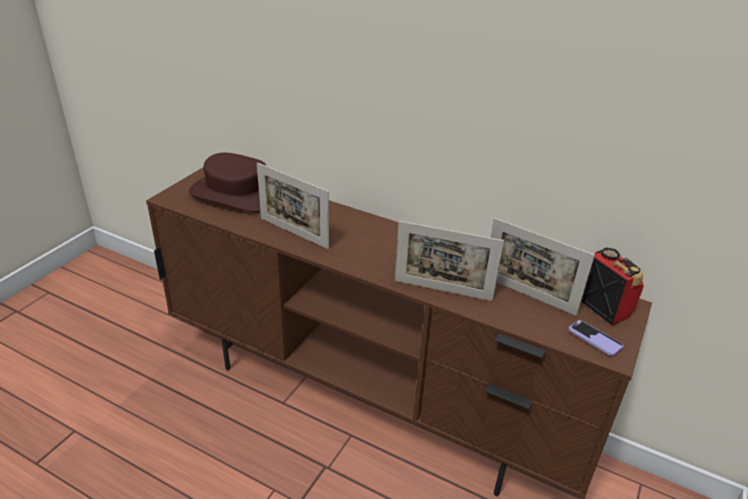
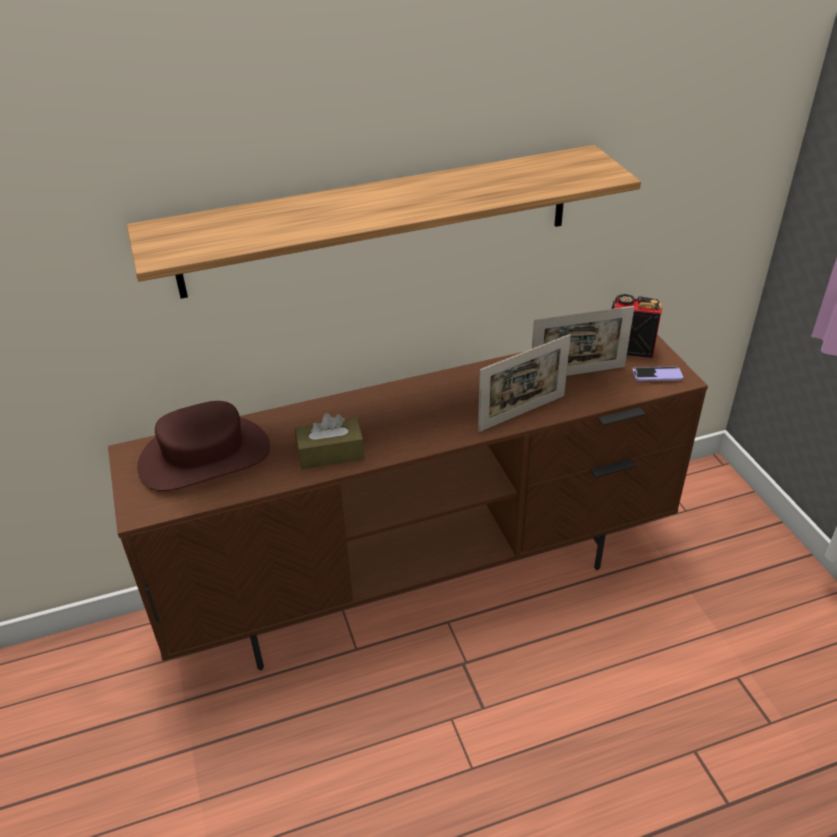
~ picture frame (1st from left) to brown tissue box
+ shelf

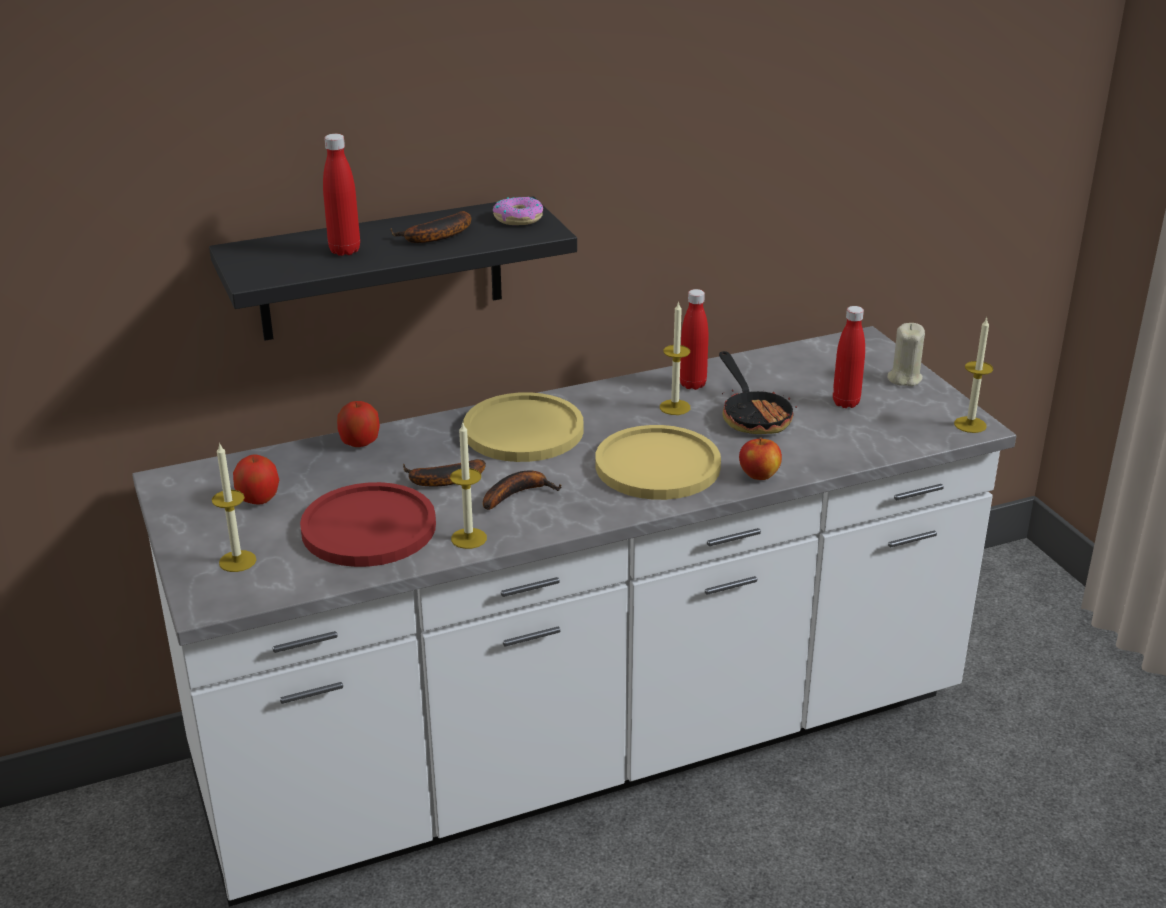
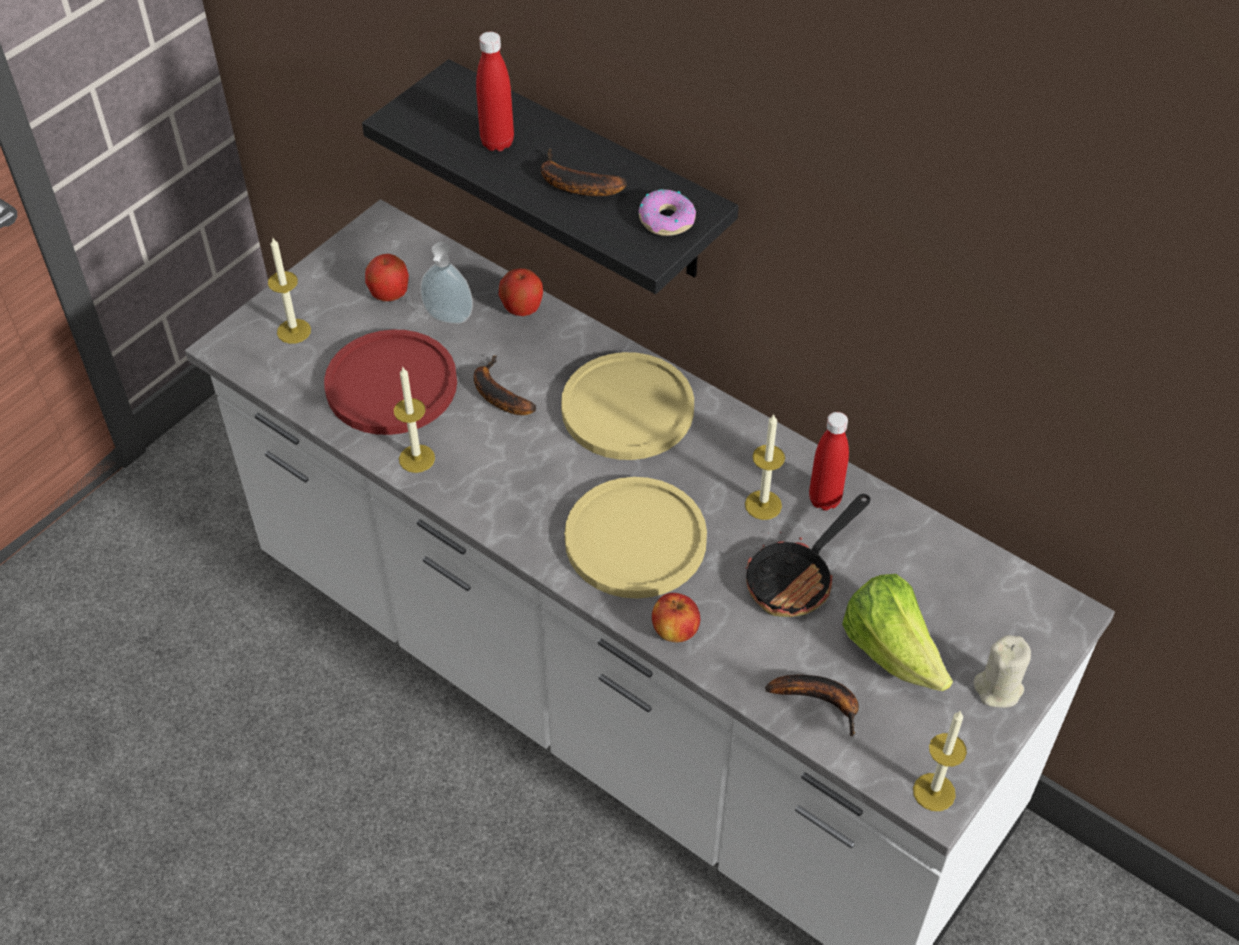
~ red bottle (3rd from left) to lettuce
~ banana (3rd from left)
+ soap dispenser

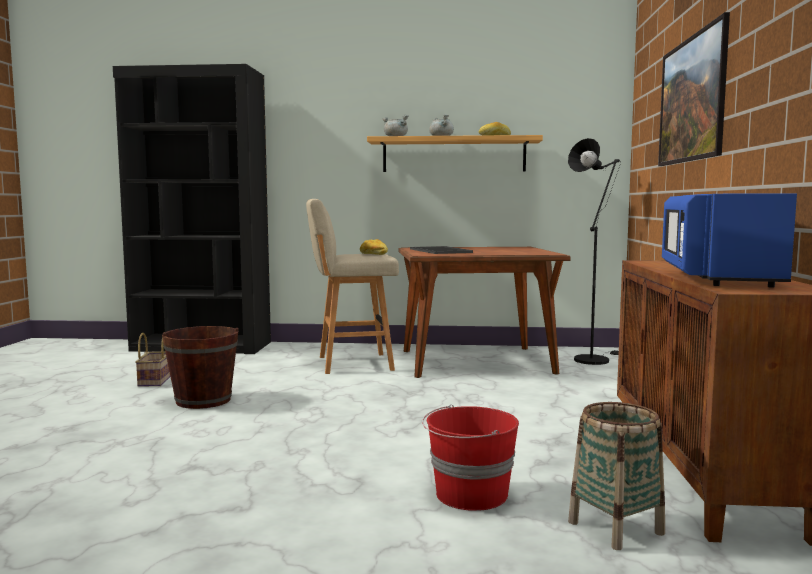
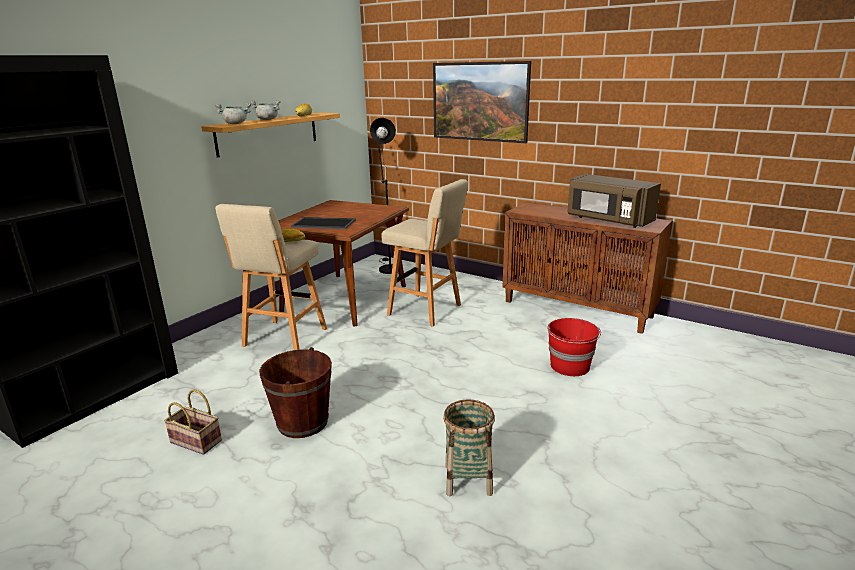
~ blue microwave to brown microwave
~ basket (2nd from left)
+ beige stool (2nd from left)

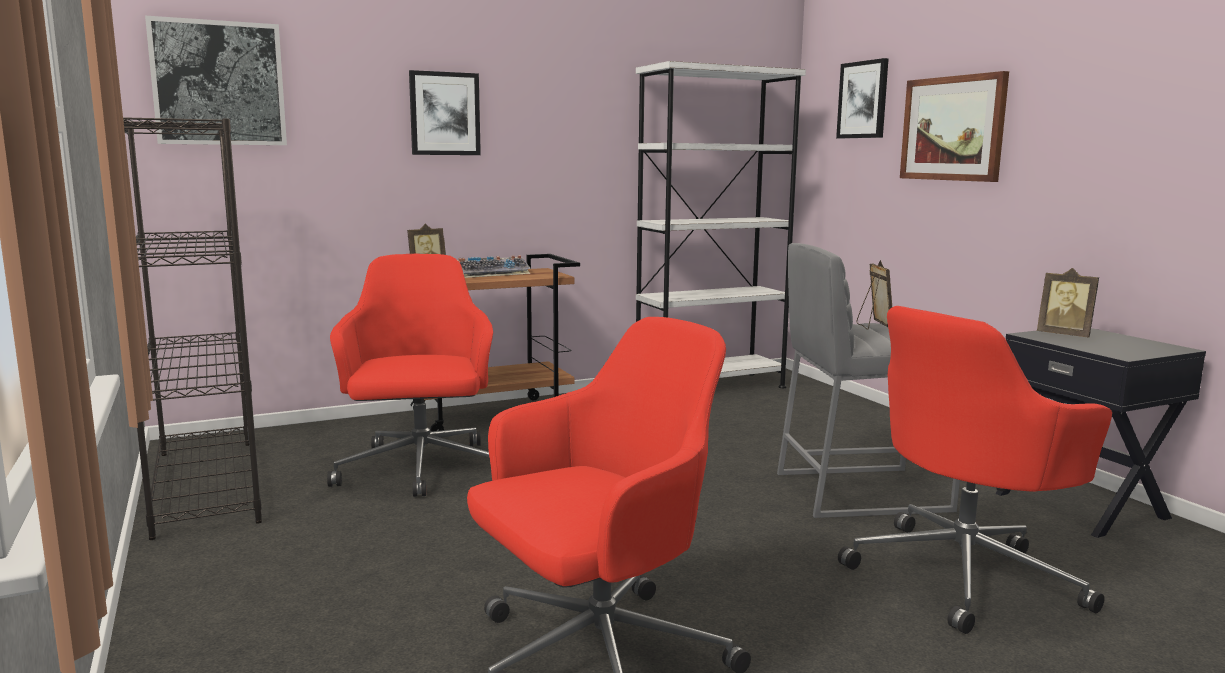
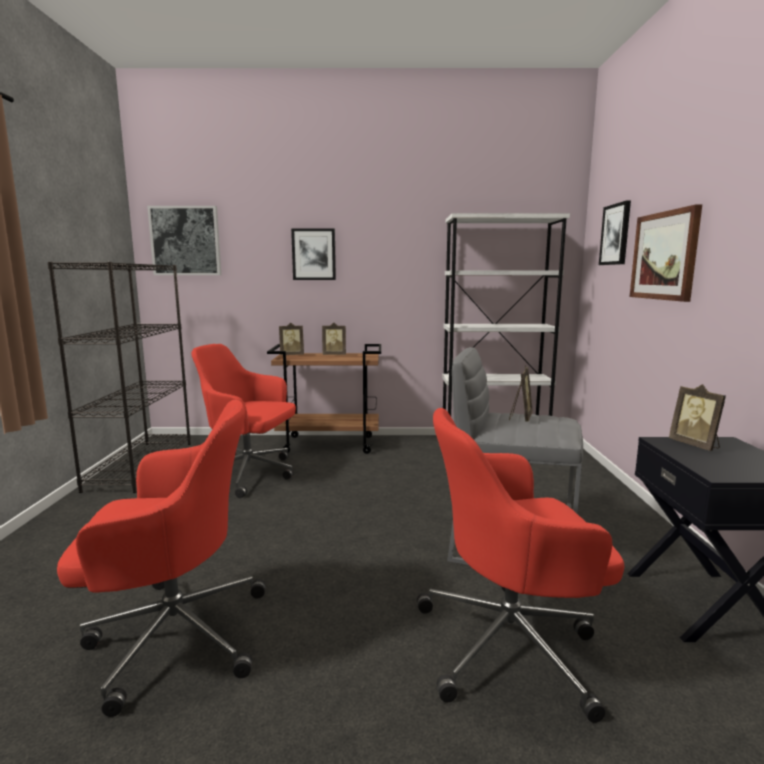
~ red office chair (1st from left in the first image) 90 degrees counterclockwise
~ keyboard to picture frame (2nd from left)

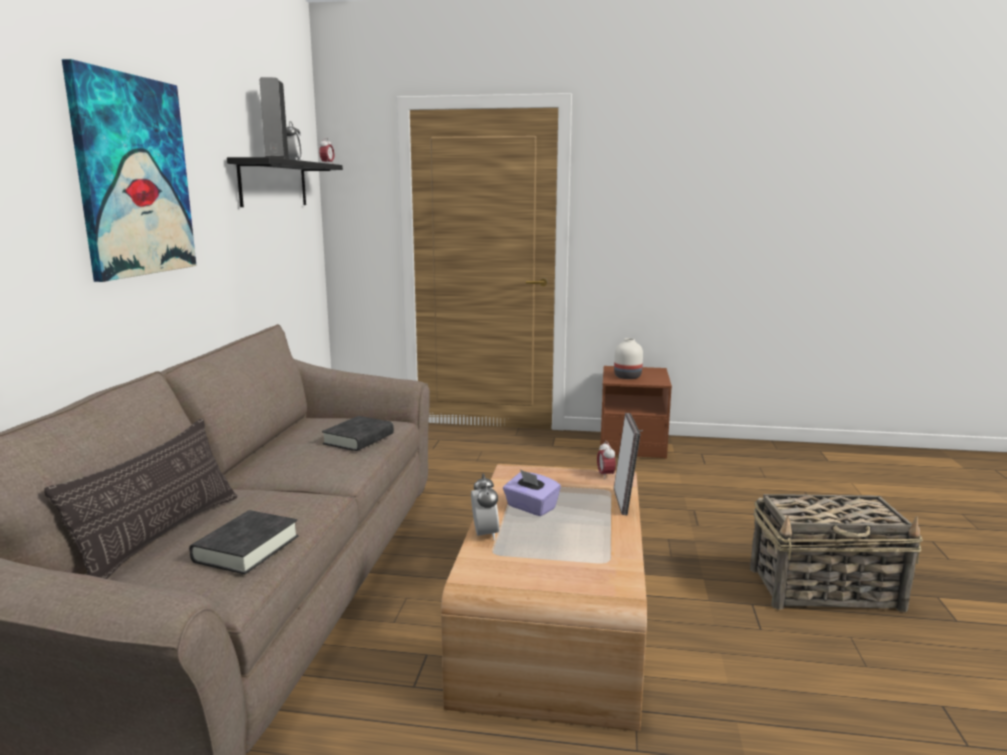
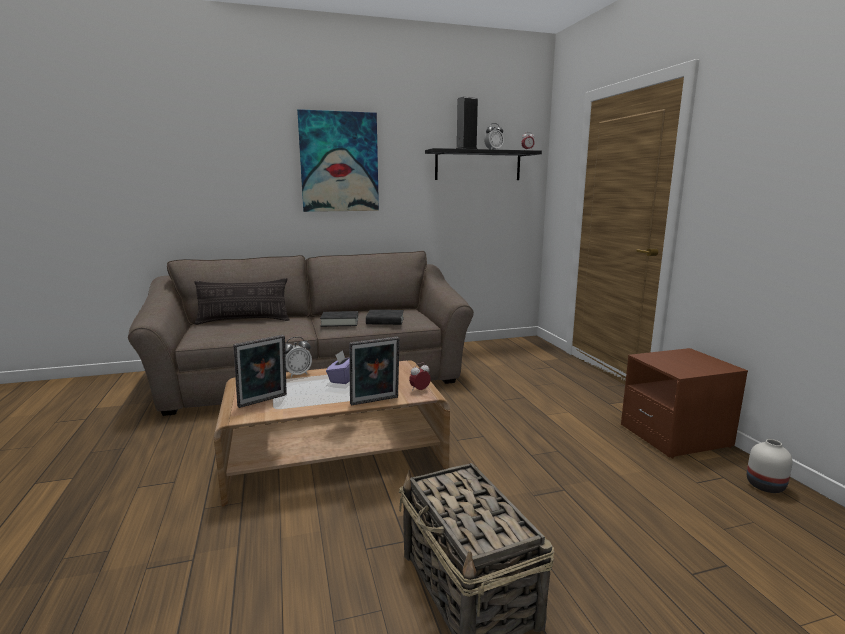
~ white vase
~ black book (1st from left)
+ picture frame (1st from left)

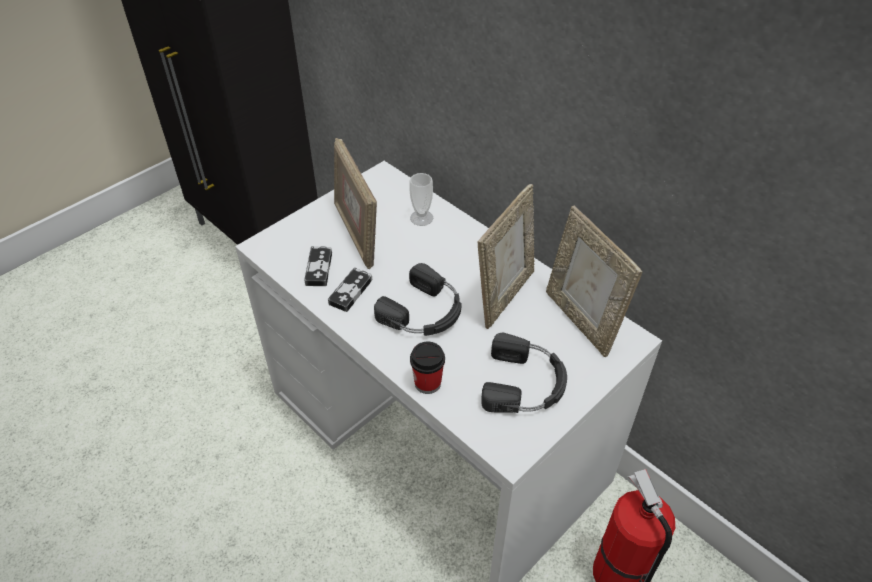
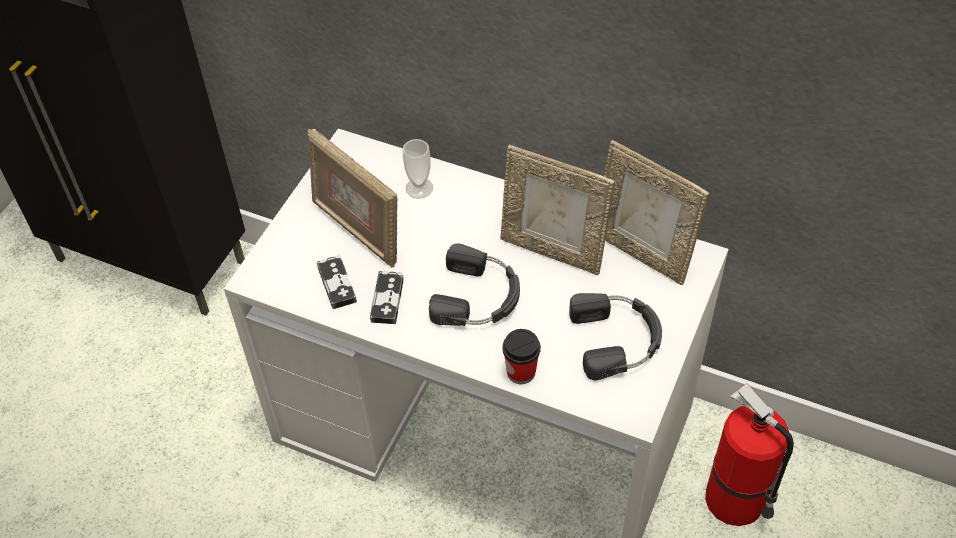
~ picture frame (2nd from left) 105 degrees clockwise

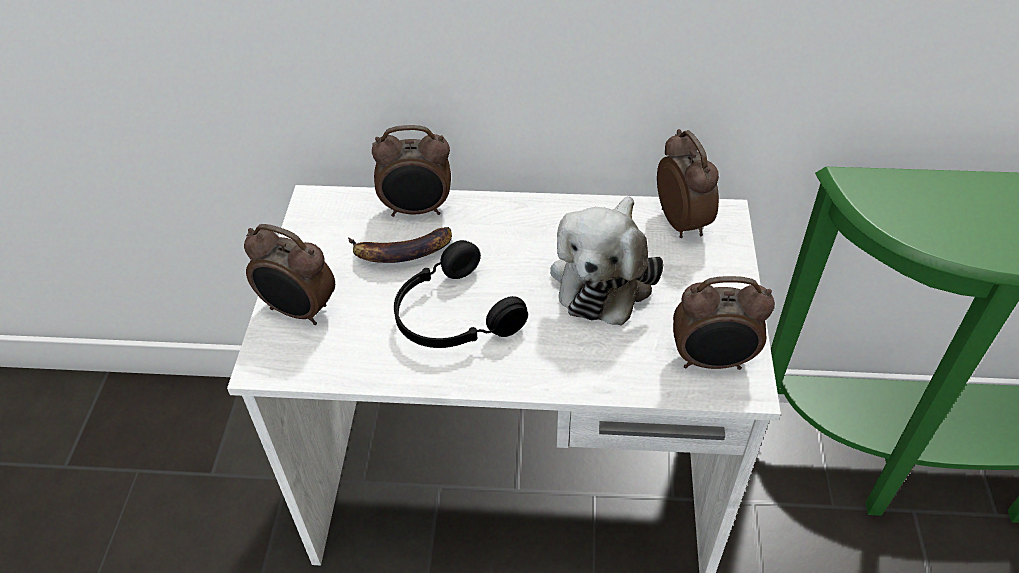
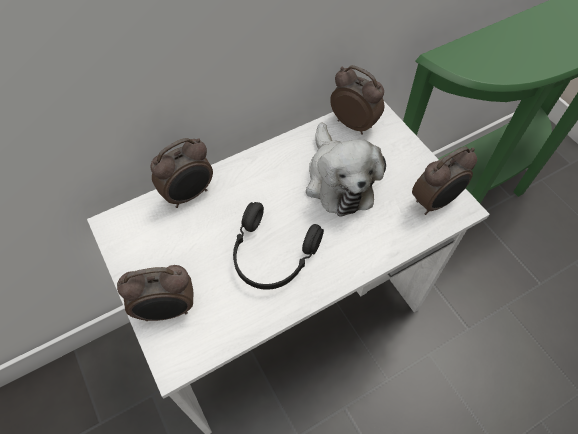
- banana

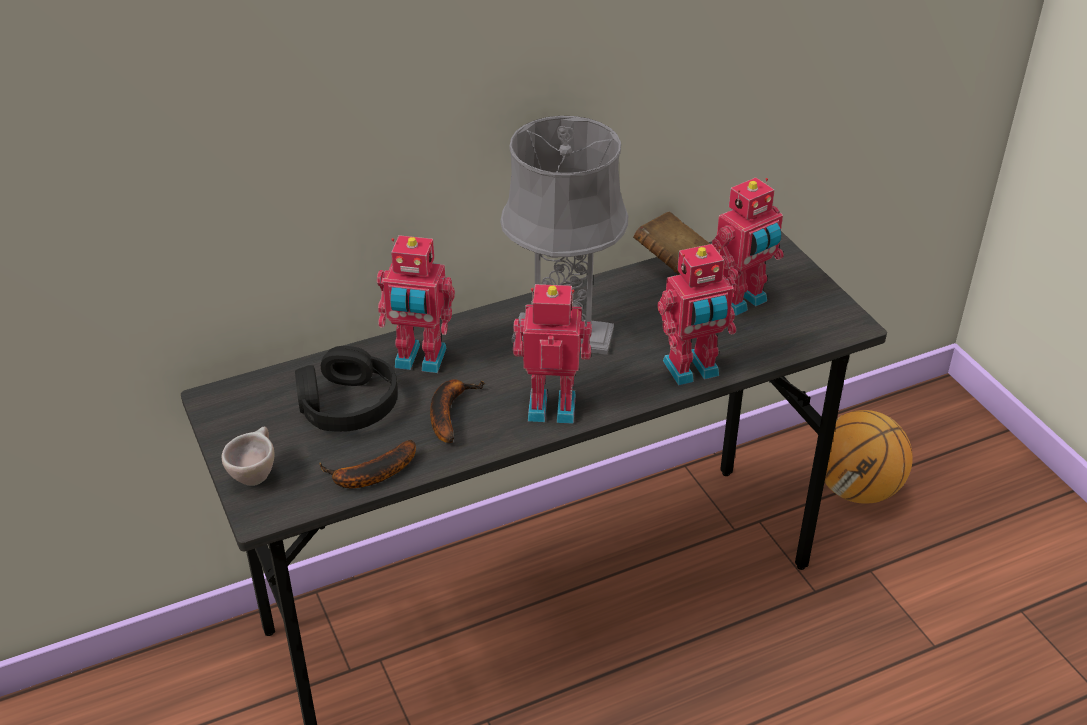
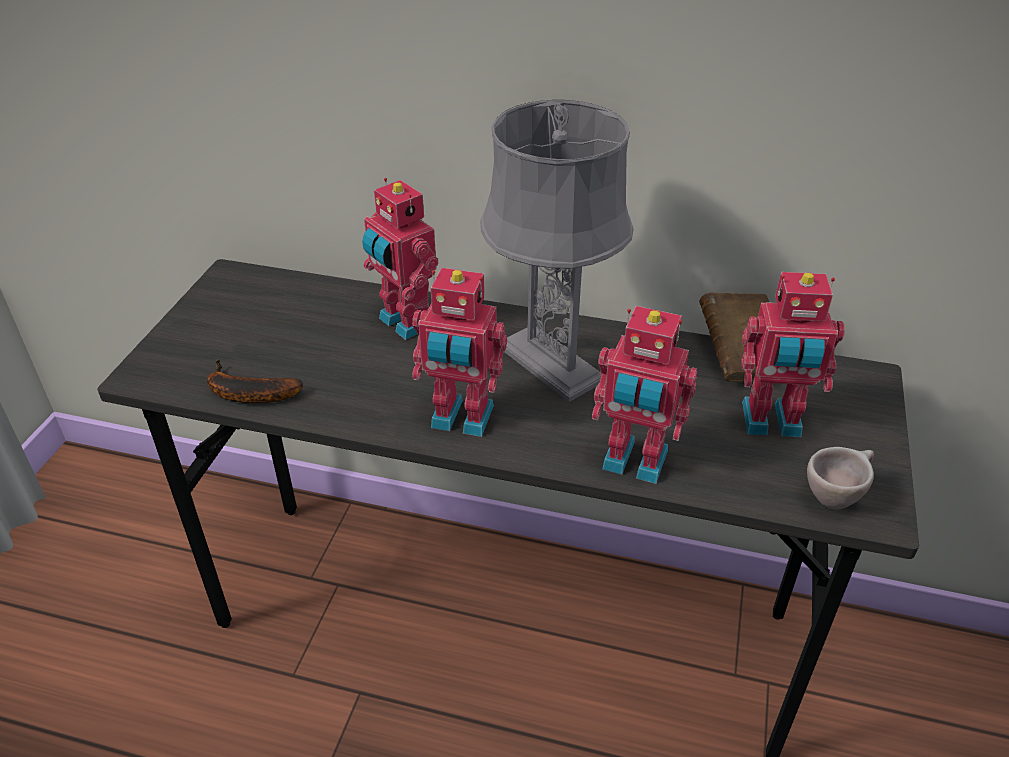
~ toy robot (2nd from left) 150 degrees clockwise
- black headphones
- banana (2nd from left)
- basketball
~ beige cup

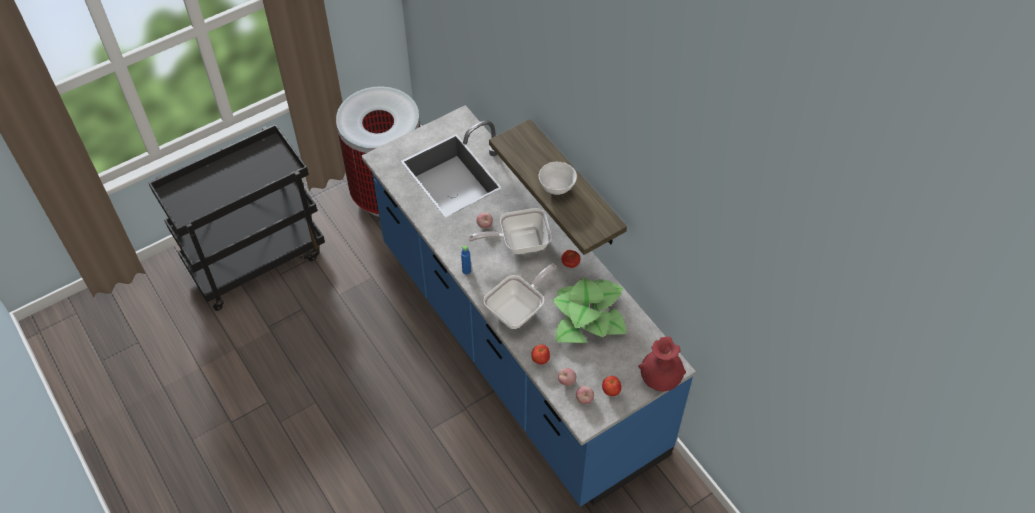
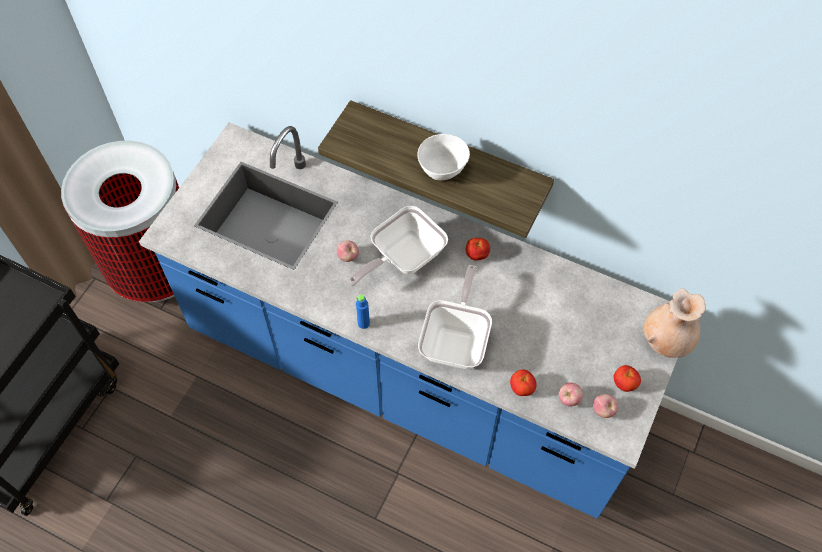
- potted plant
~ red vase to beige vase

